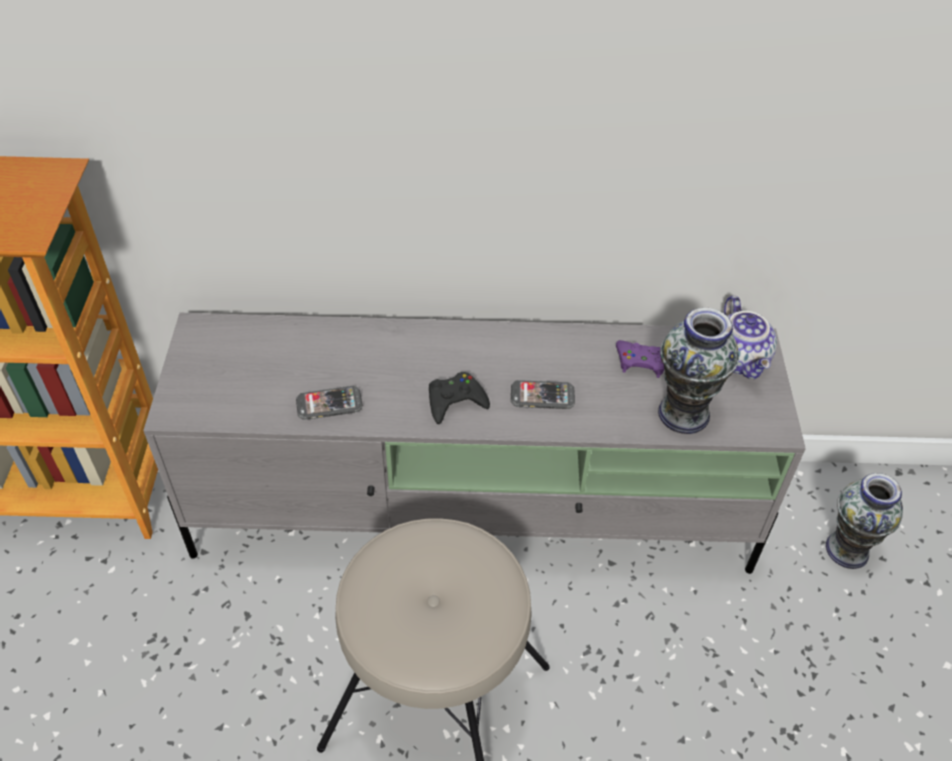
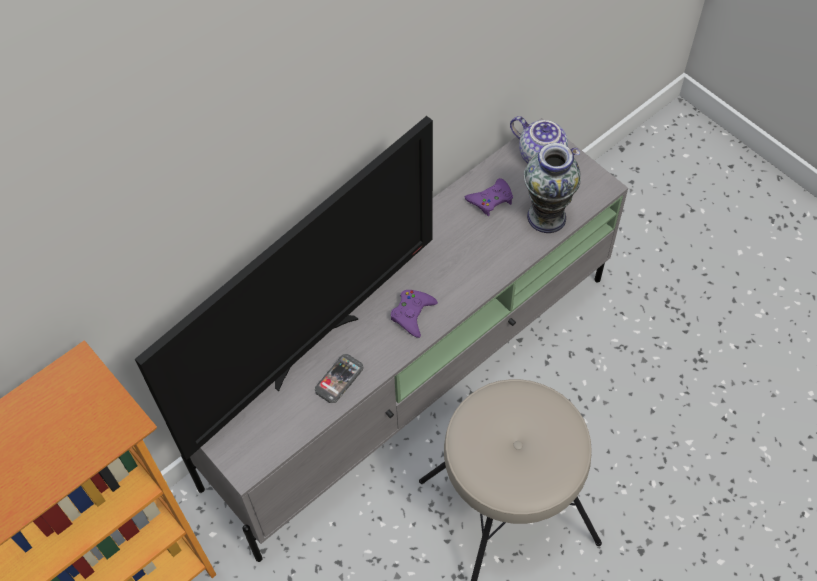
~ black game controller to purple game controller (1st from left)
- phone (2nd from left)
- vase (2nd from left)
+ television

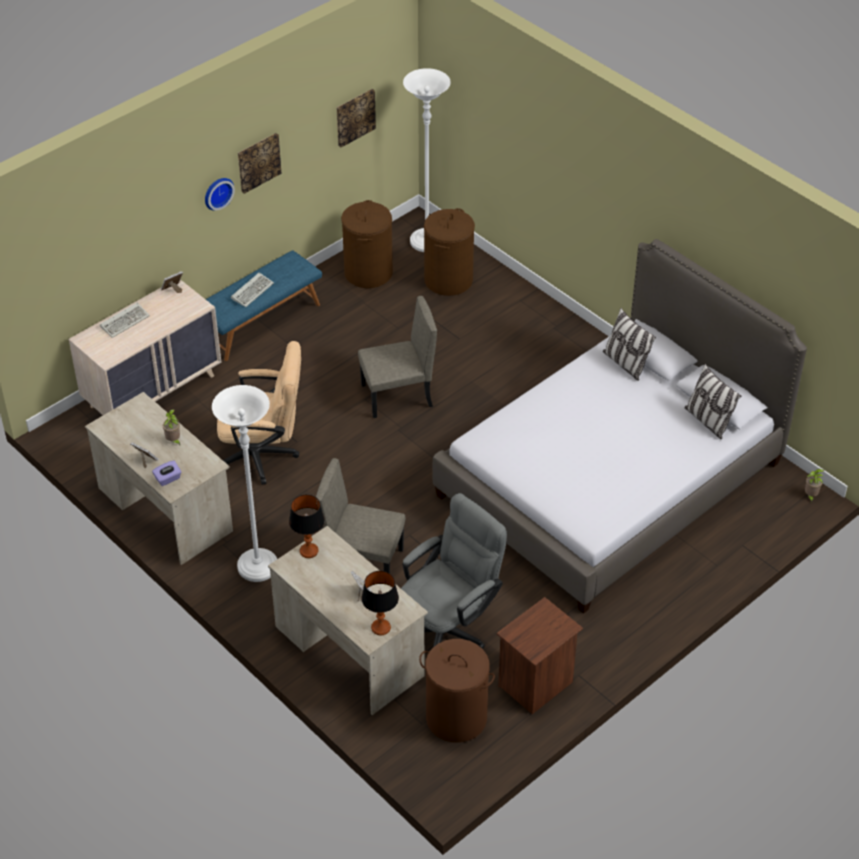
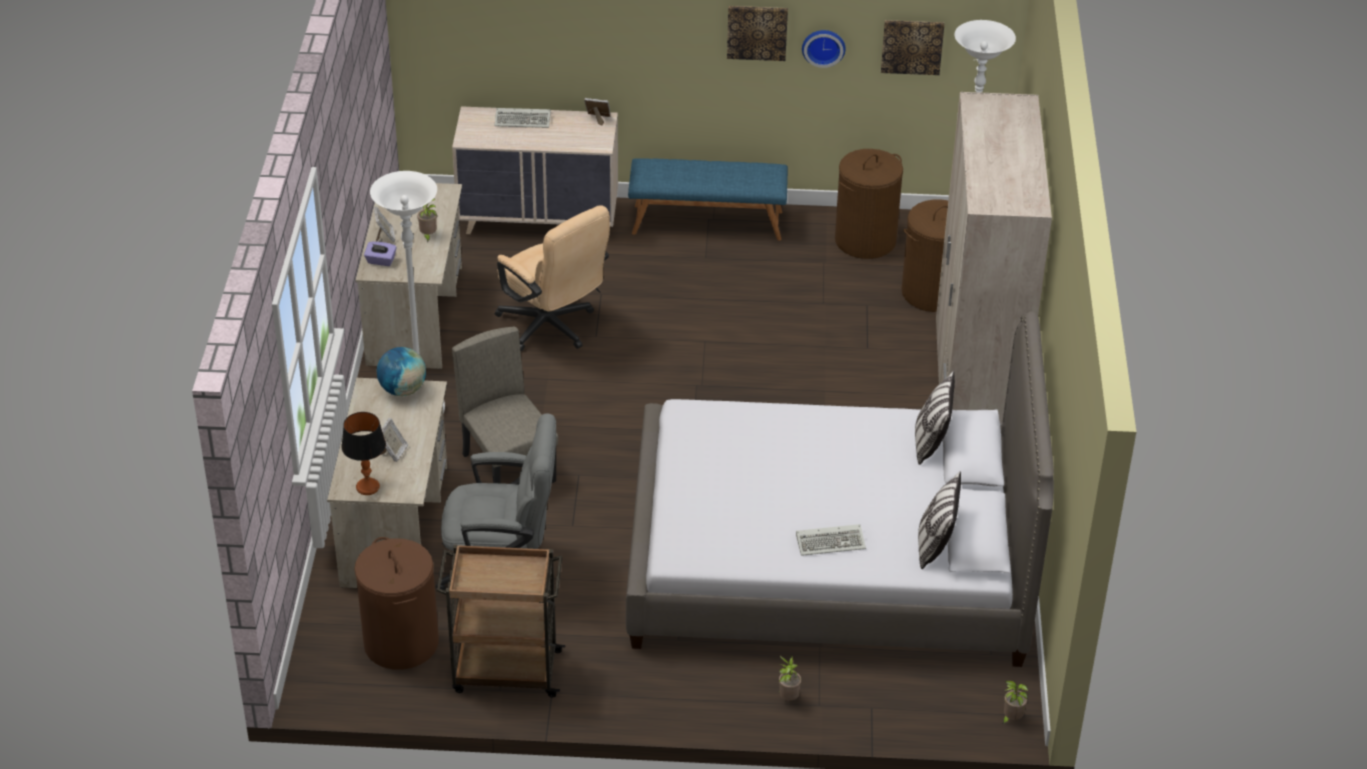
~ wall clock
~ keyboard (2nd from left)
- beige chair (2nd from left)
~ table lamp (1st from left) to globe
~ brown nightstand to brown cart
+ beige wardrobe
+ potted plant (2nd from left)

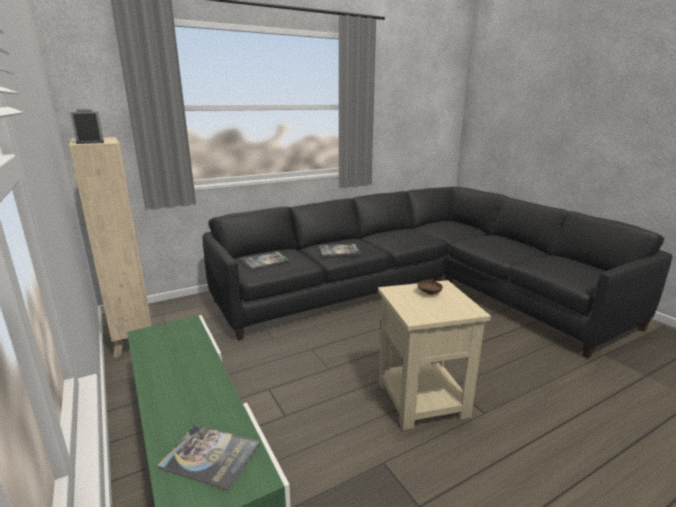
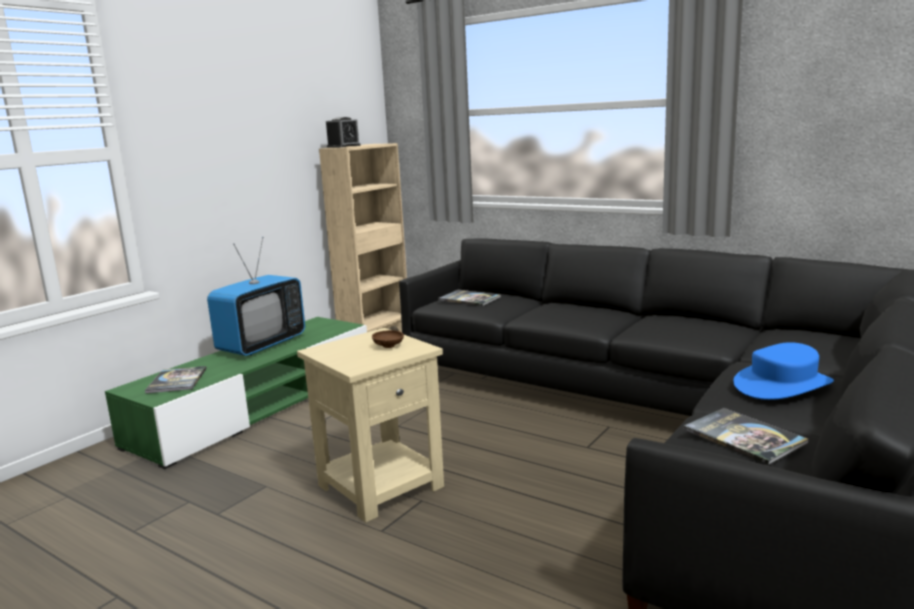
~ book (3rd from left)
+ television
+ blue hat

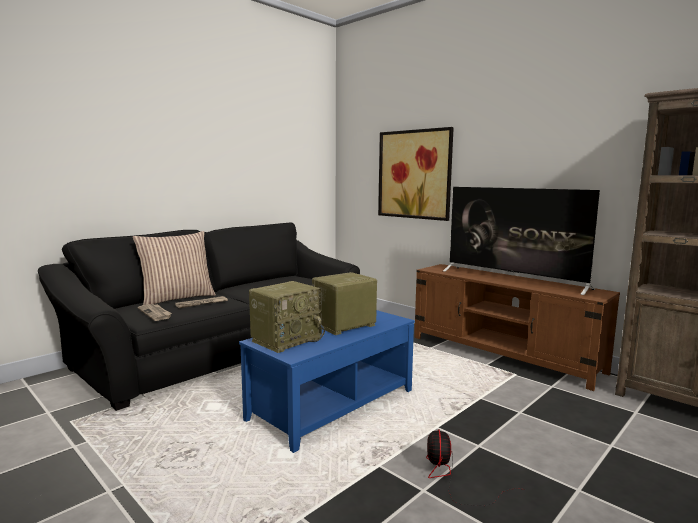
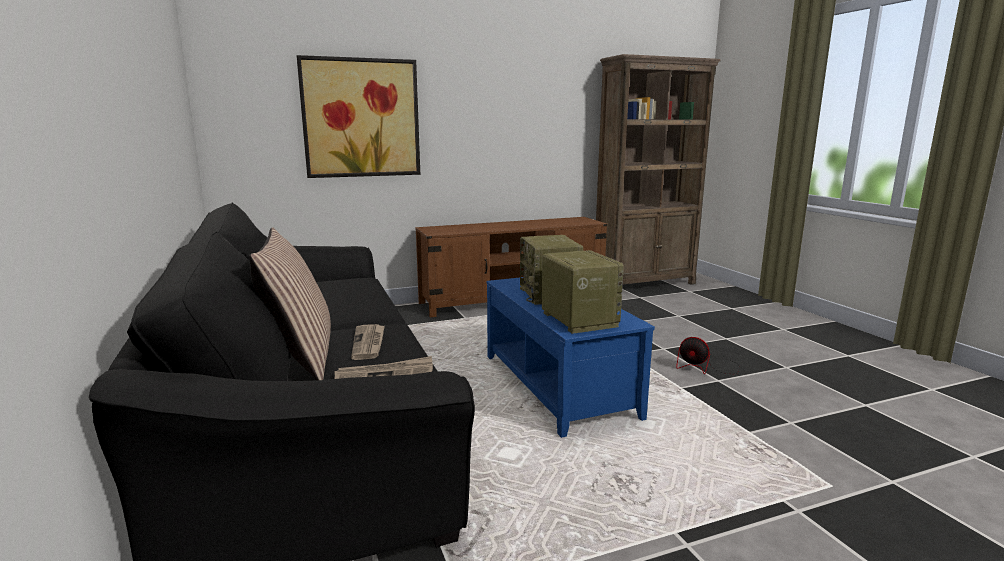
- television

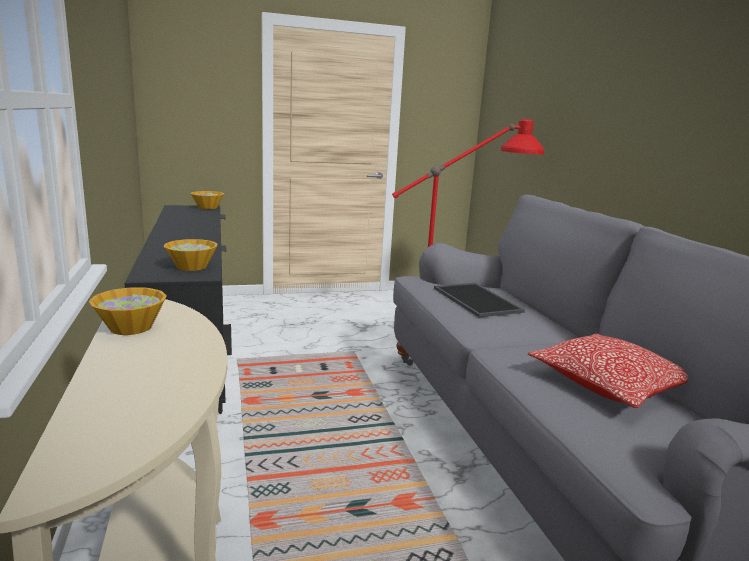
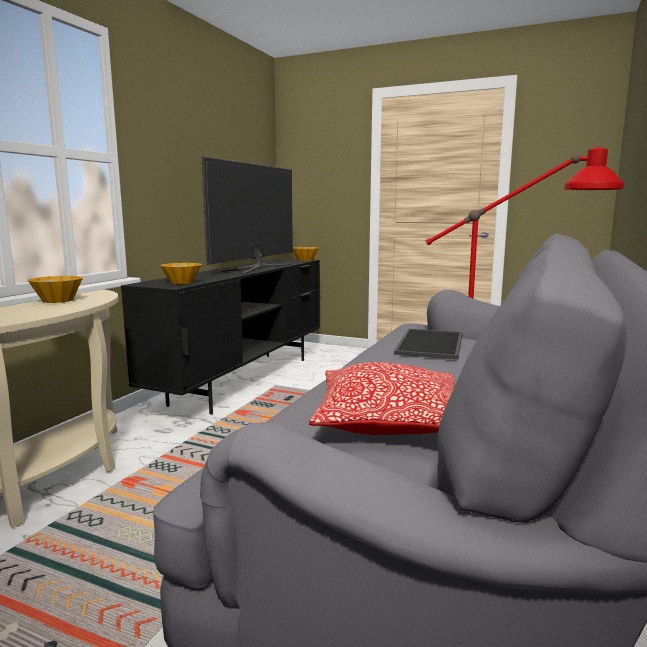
+ television

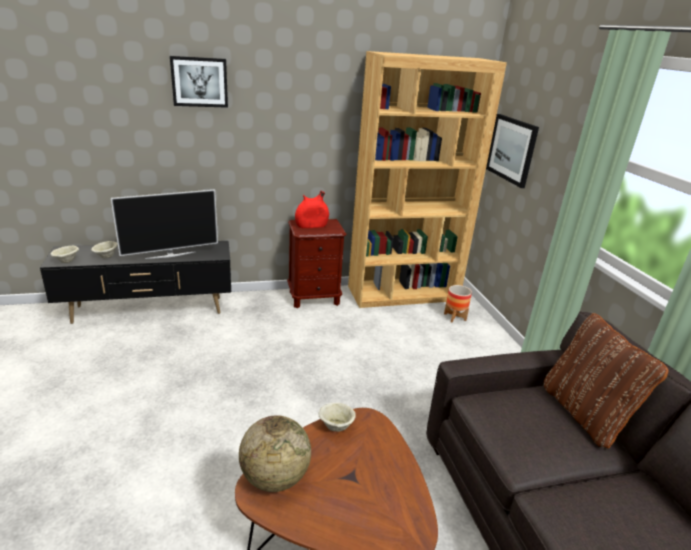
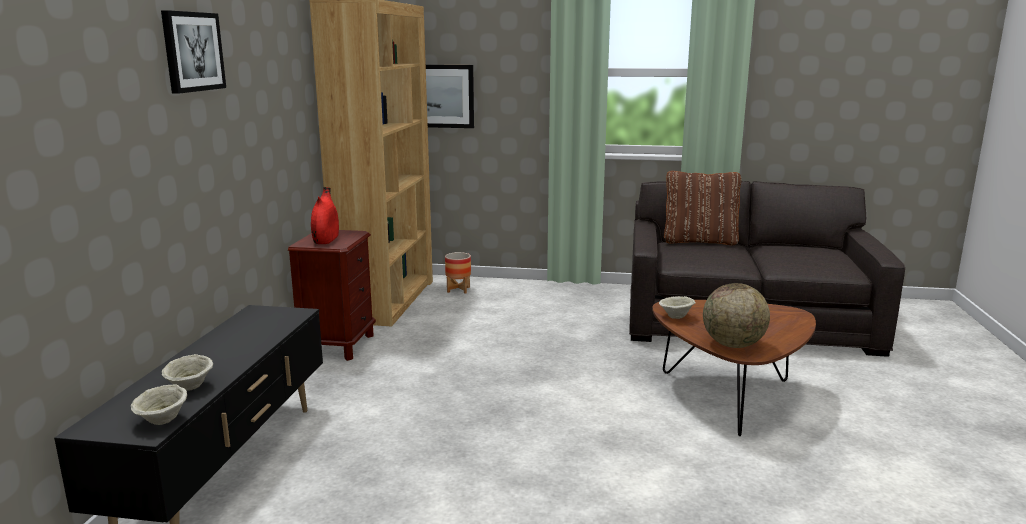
- television

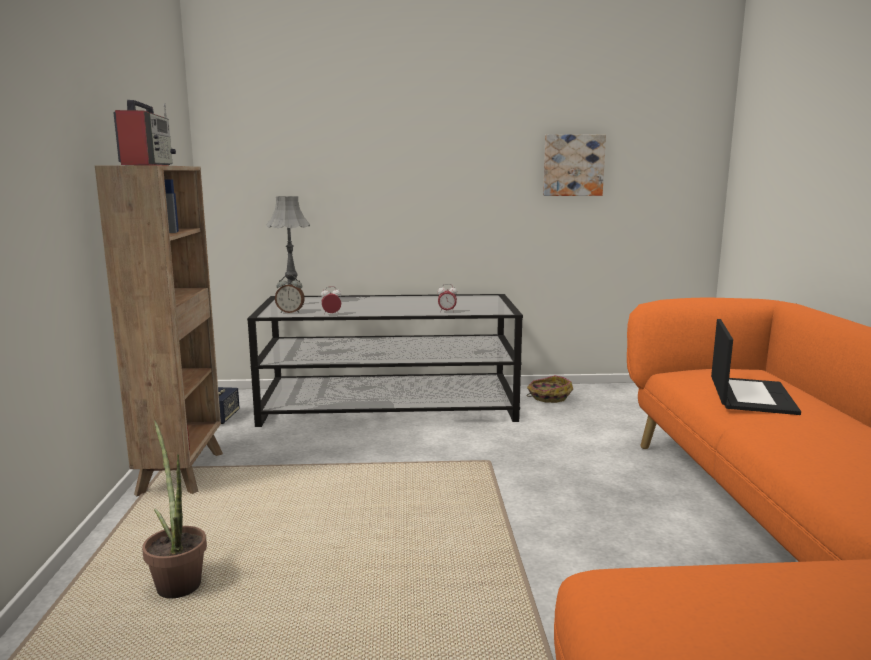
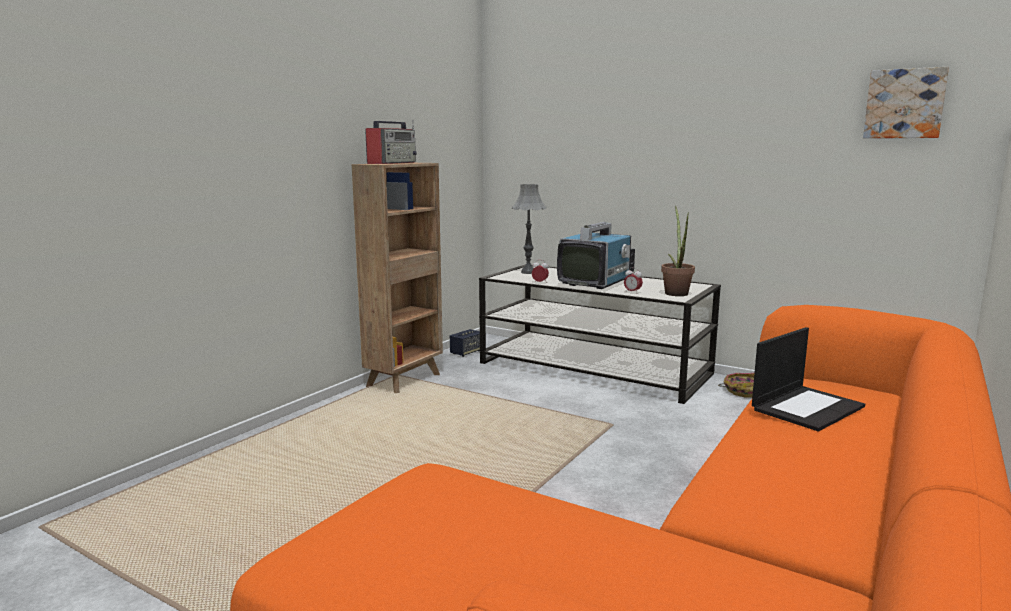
~ picture
- alarm clock (1st from left)
~ potted plant
+ television

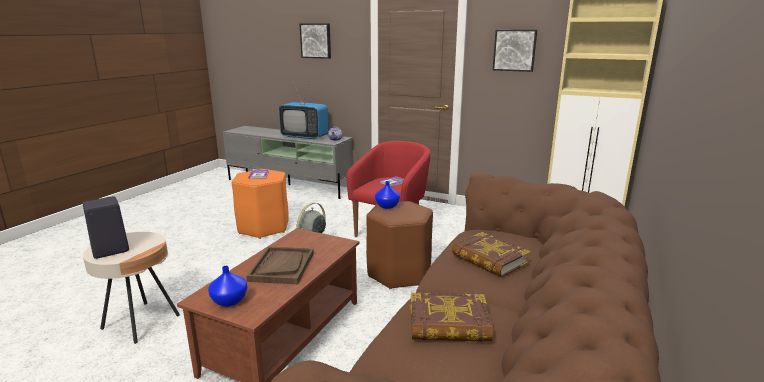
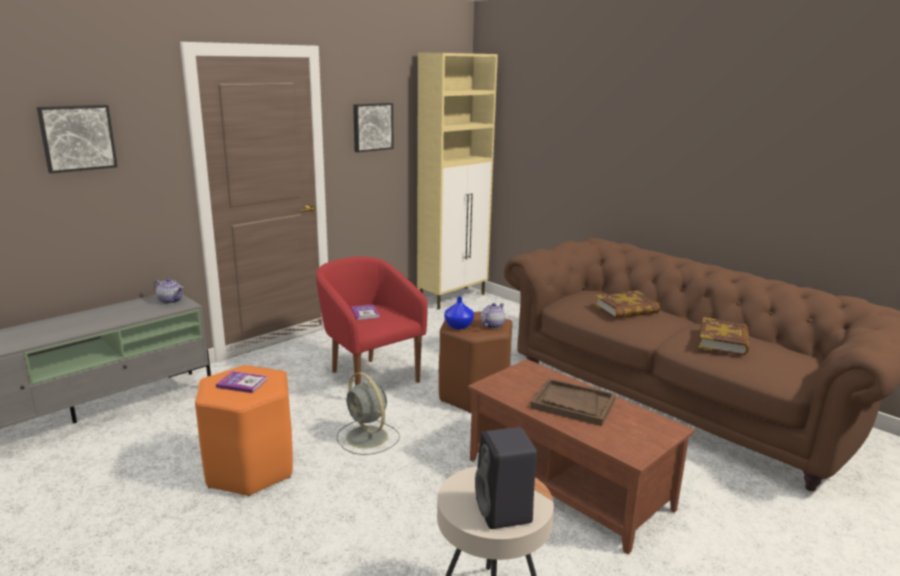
- television
- blue vase (1st from left)
+ teapot (2nd from left)

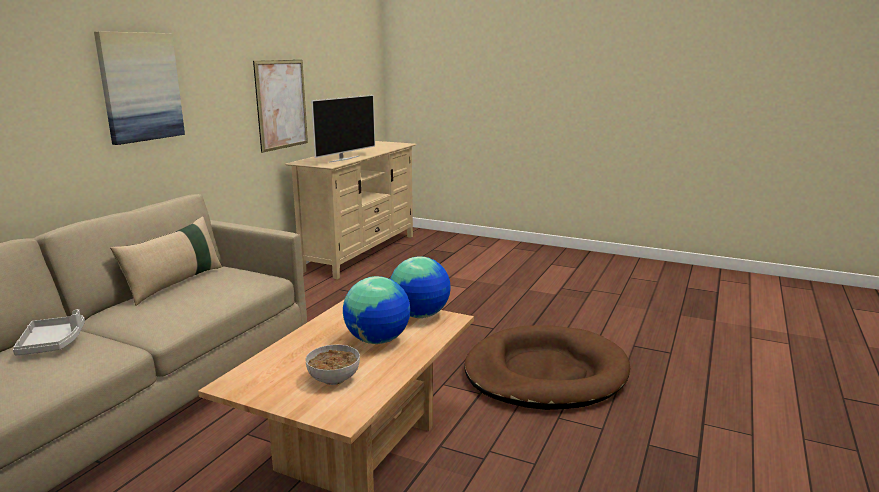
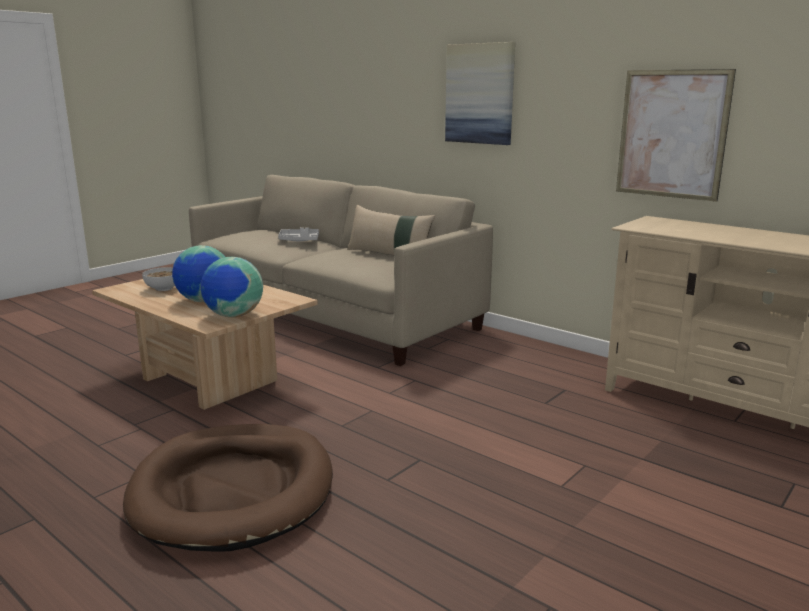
- television

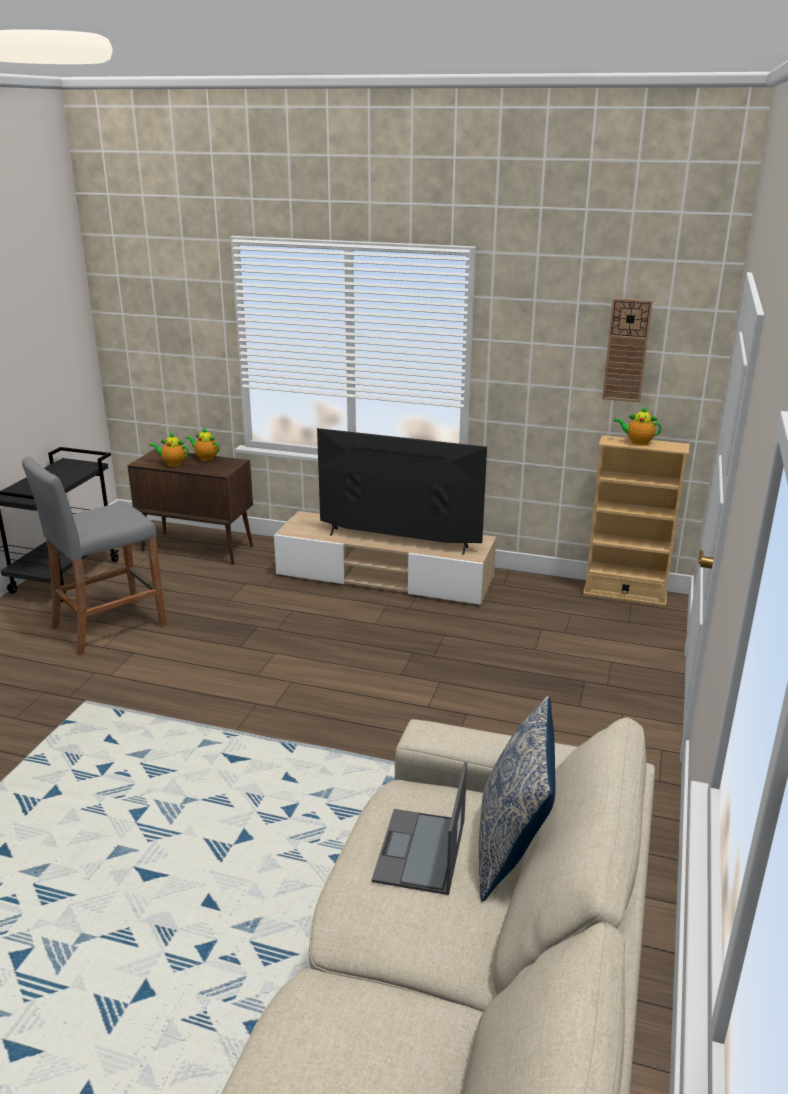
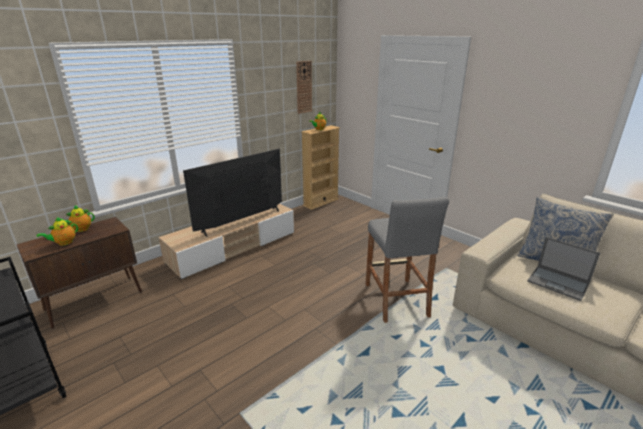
~ grey stool

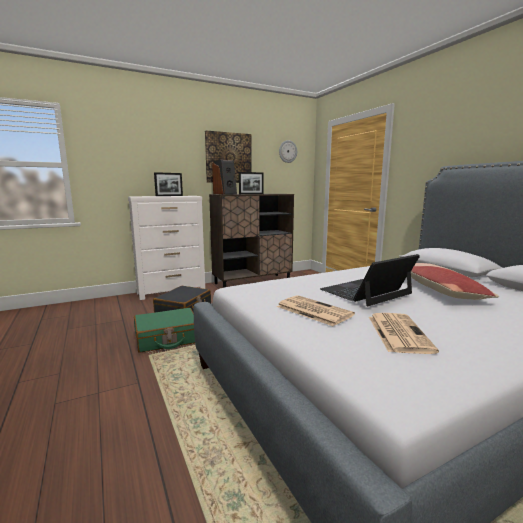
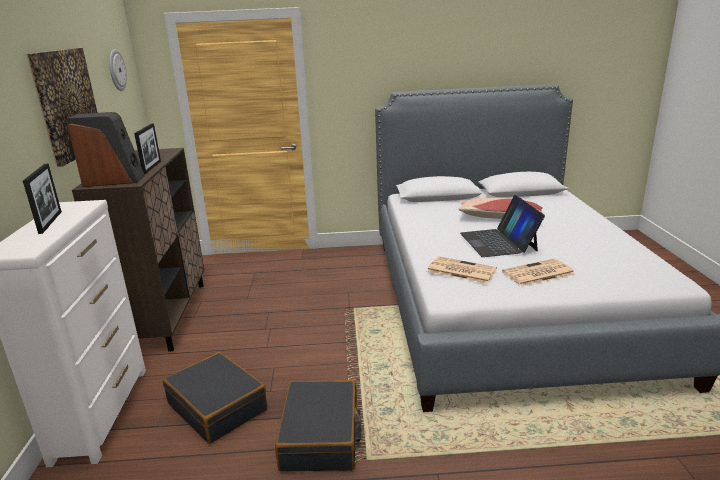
~ green suitcase to black suitcase (2nd from left)
~ newspaper (2nd from left in the first image) to newspaper (1st from left)

